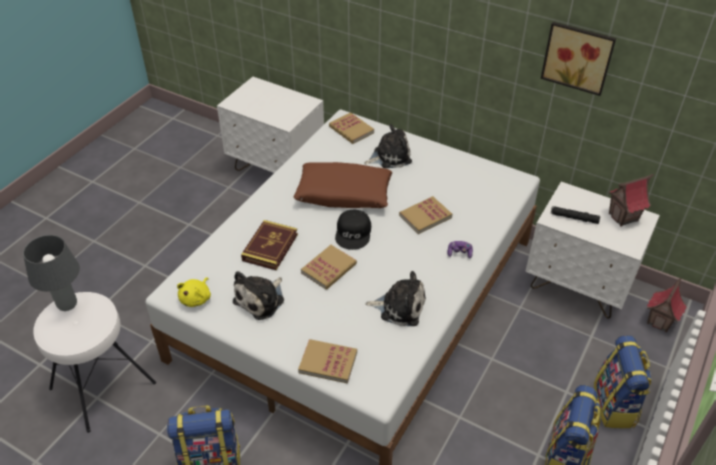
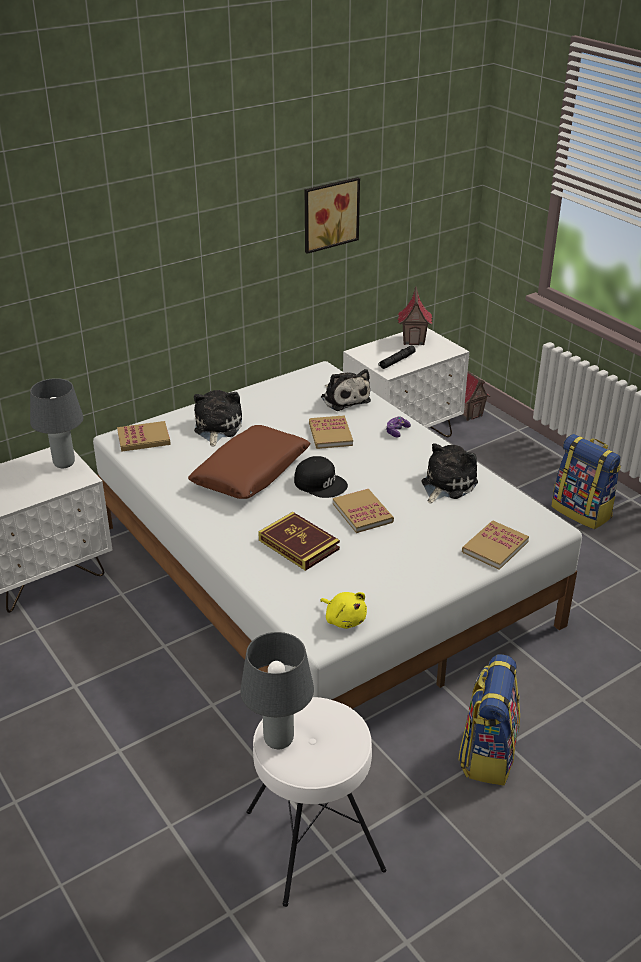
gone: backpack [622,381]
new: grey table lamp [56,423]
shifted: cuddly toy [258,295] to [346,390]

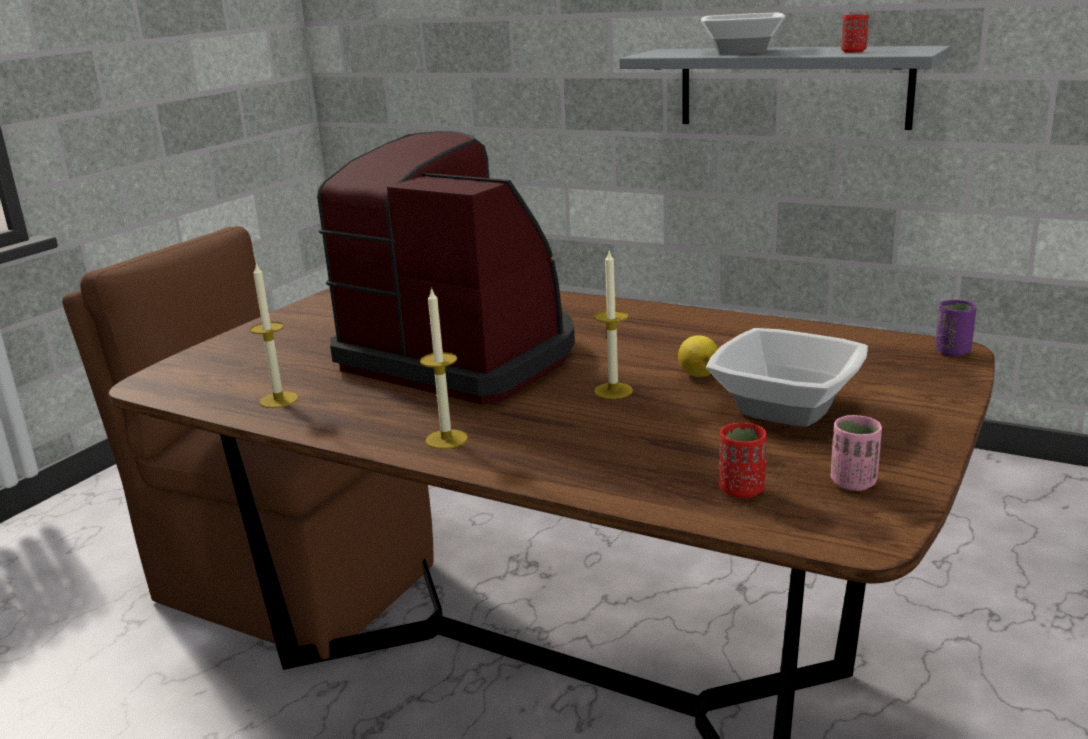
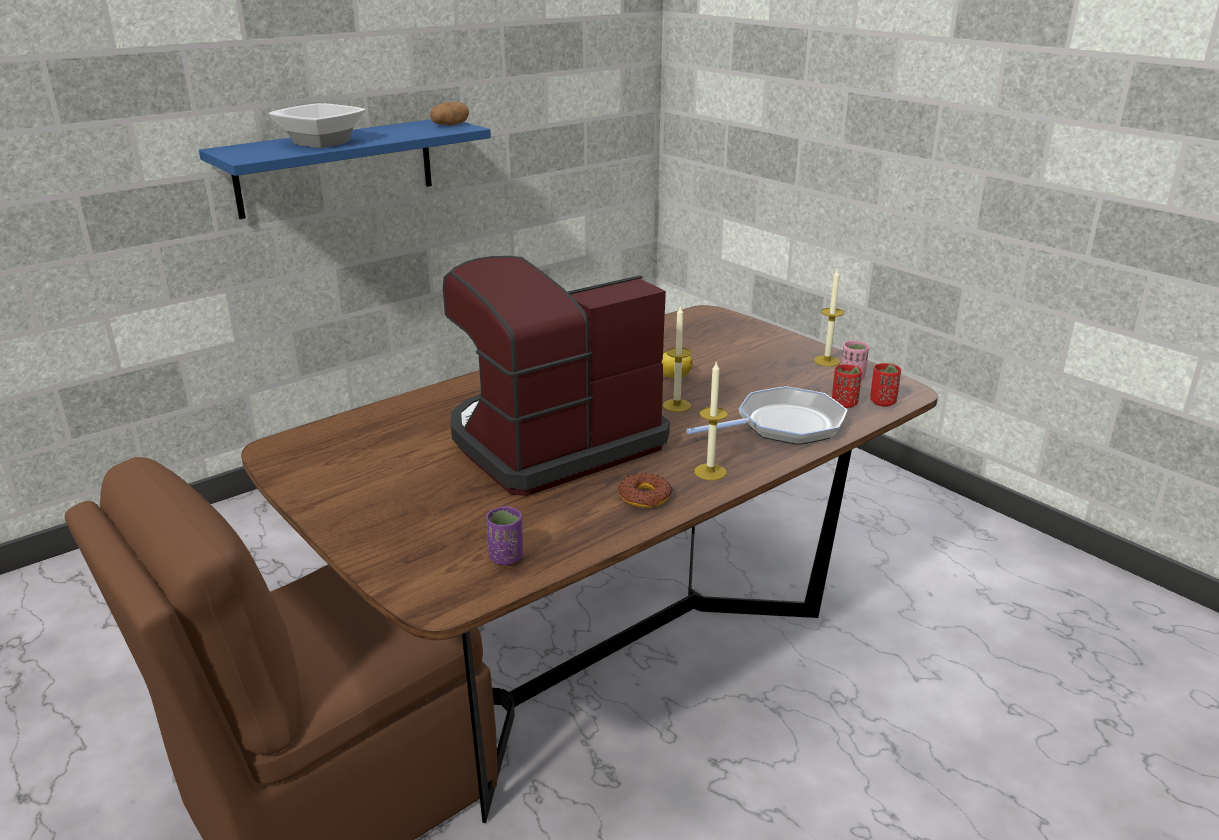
gone: serving bowl [787,377]
new: potato [449,113]; donut [645,490]; pan [766,415]
shifted: purple small cup [955,328] to [504,535]; wax candle [274,335] to [829,318]; red-coloured small cup [855,33] to [885,385]
repainted: grey wall shelf [785,88] to bluish wall shelf [345,169]

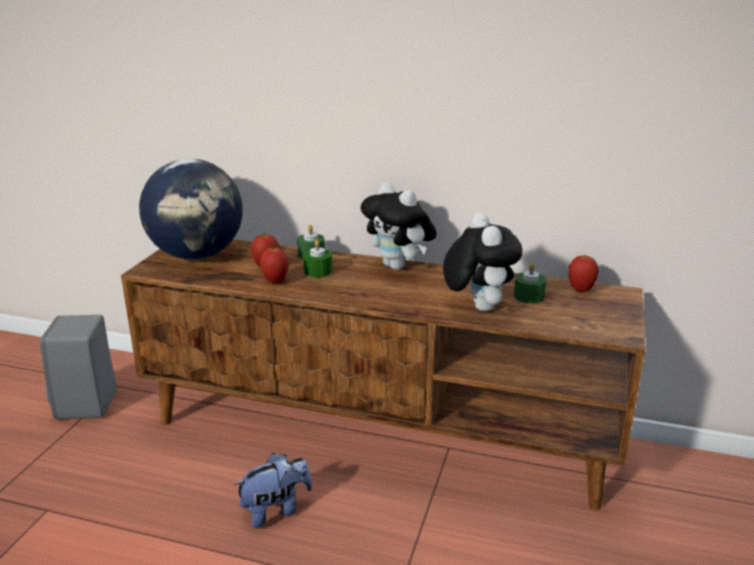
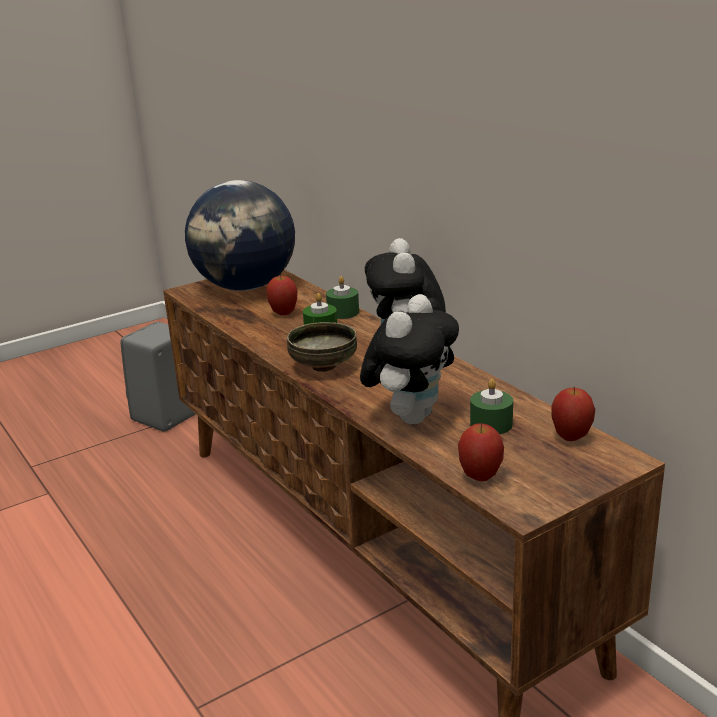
gone: cuddly toy [273,491]
new: serving bowl [322,347]
shifted: apple [274,264] to [481,452]

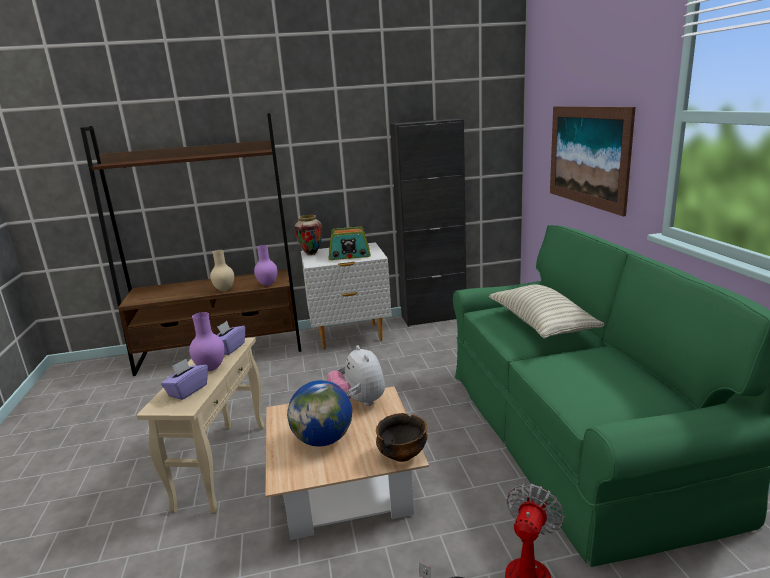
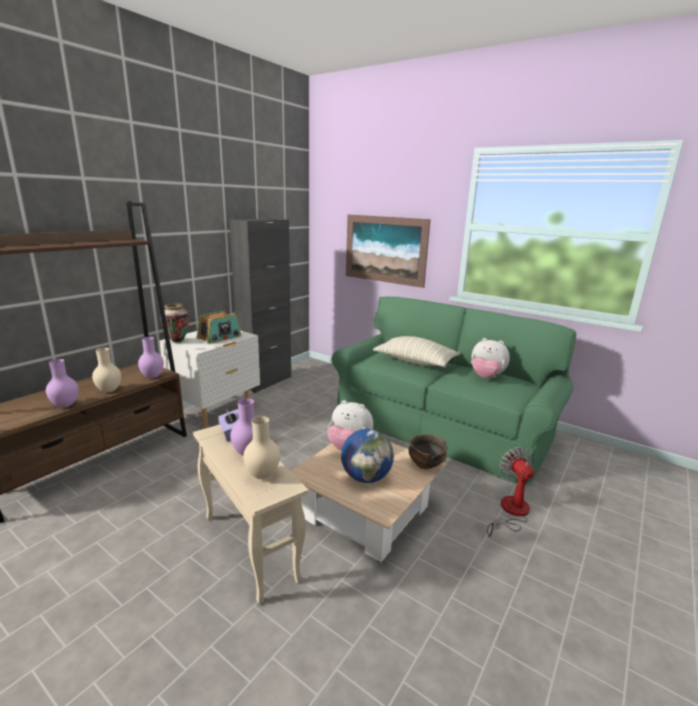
new: purple flower vase [62,383]; cuddly toy [490,358]
swapped: purple tissue holder [184,379] to beige flower vase [261,447]

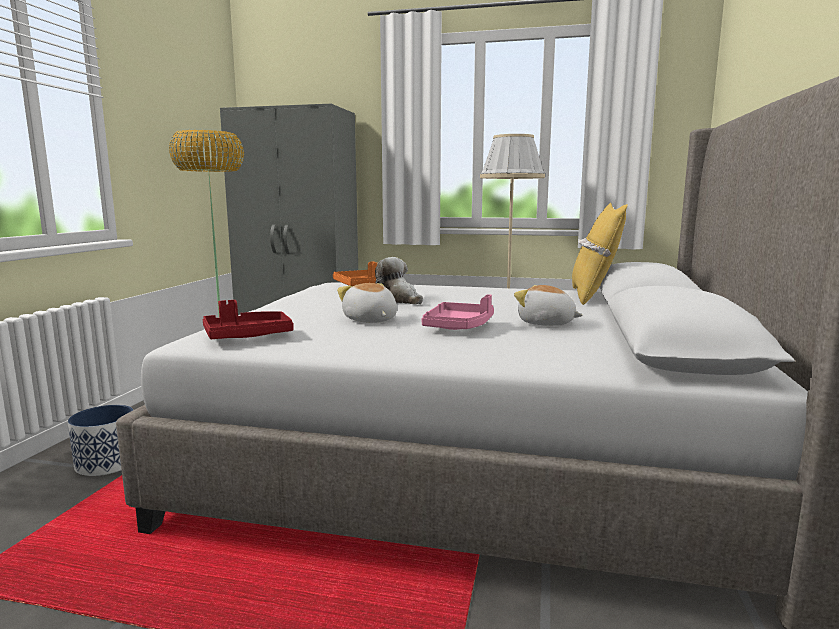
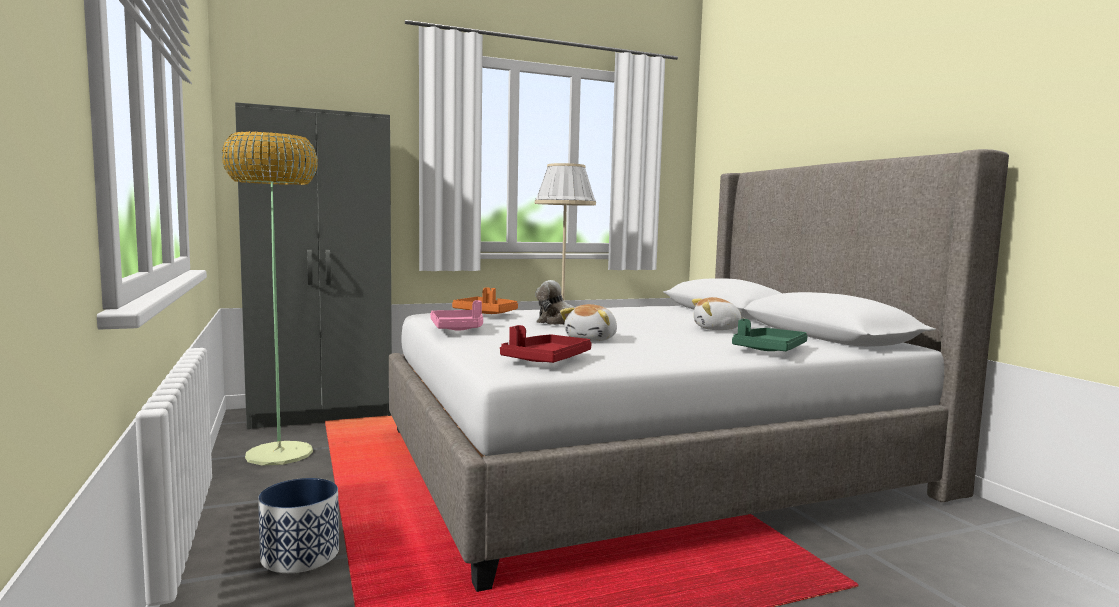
gone: yellow throw pillow [600,254]
new: greenish serving tray [770,335]
shifted: pink-coloured serving tray [457,312] to [456,315]
rotated: cuddly toy [367,303] = [588,322] 90 degrees counterclockwise

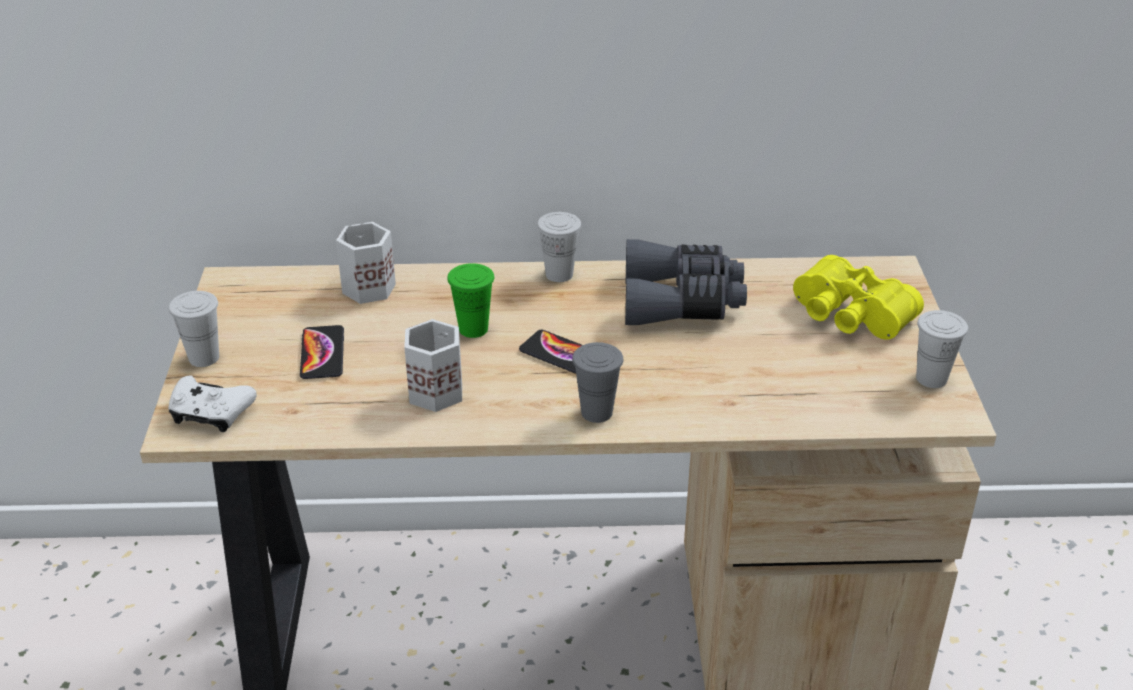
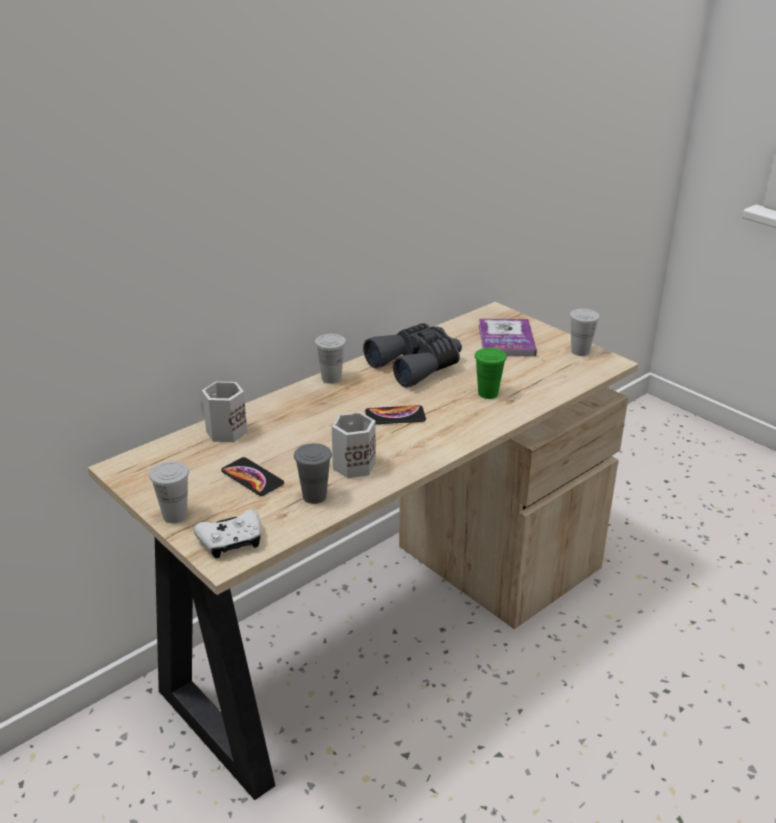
shifted: grey small cup [597,382] to [313,473]; greenish small cup [470,300] to [491,373]
swapped: yellow pair of binoculars [858,297] to bound book [508,337]

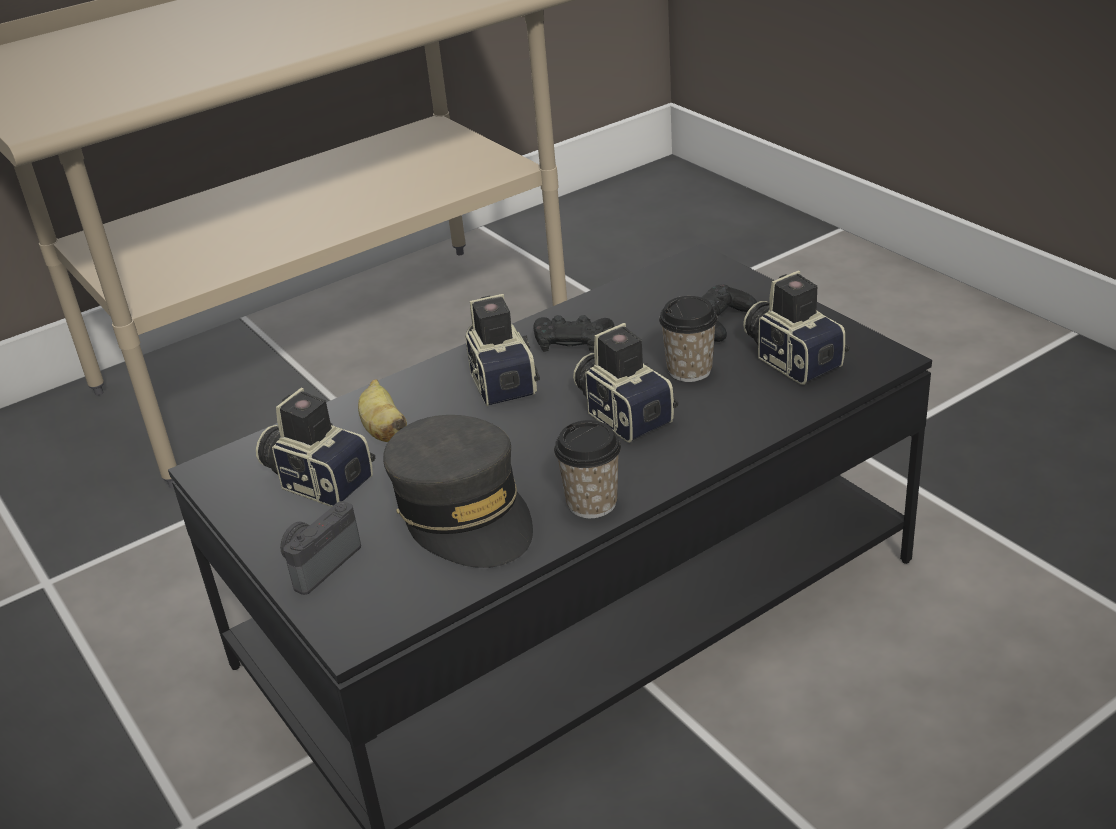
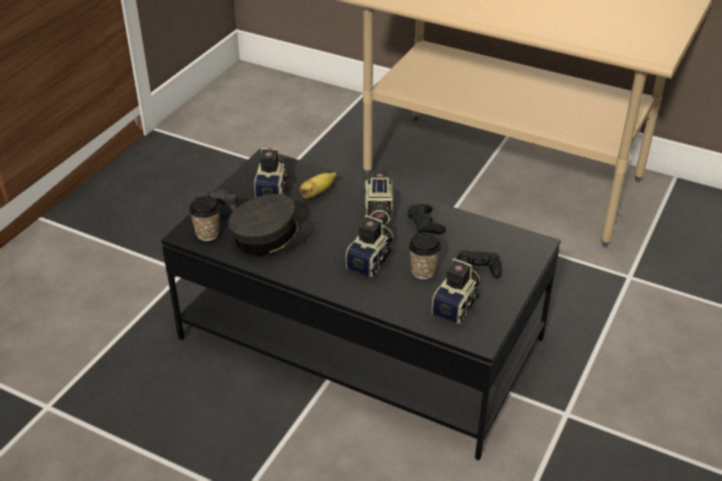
shifted: small cup [587,469] to [204,218]
rotated: grey peaked cap [458,491] = [271,224] 150 degrees counterclockwise; still camera [502,350] = [378,198] 135 degrees clockwise

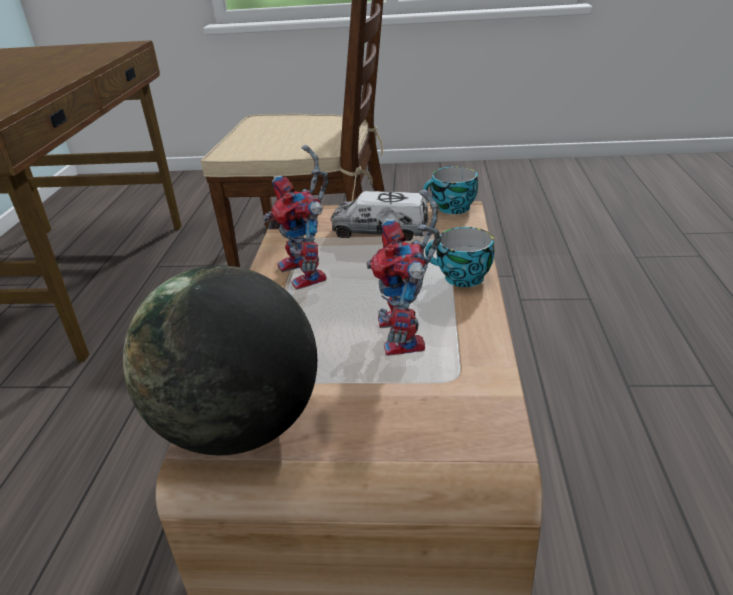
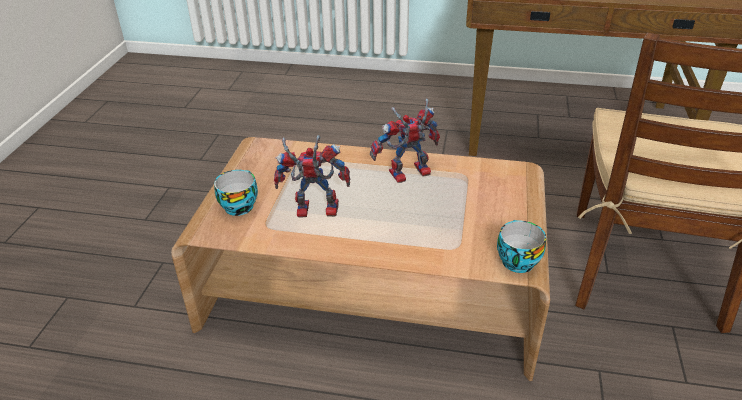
gone: desk globe [220,360]; toy truck [380,216]
shifted: small cup [460,257] to [236,193]

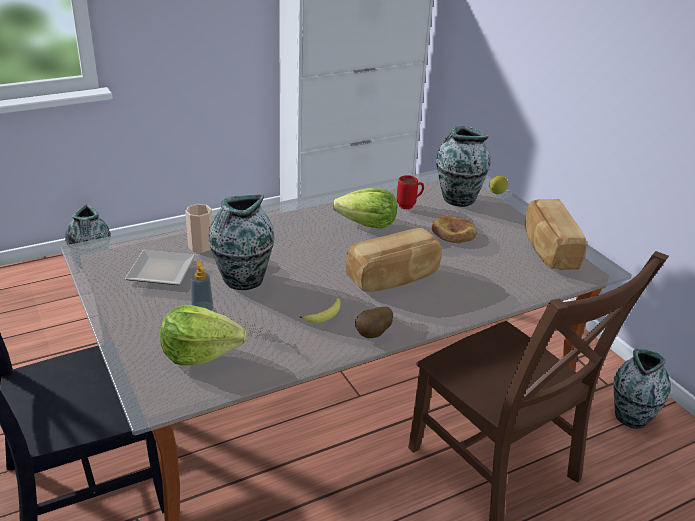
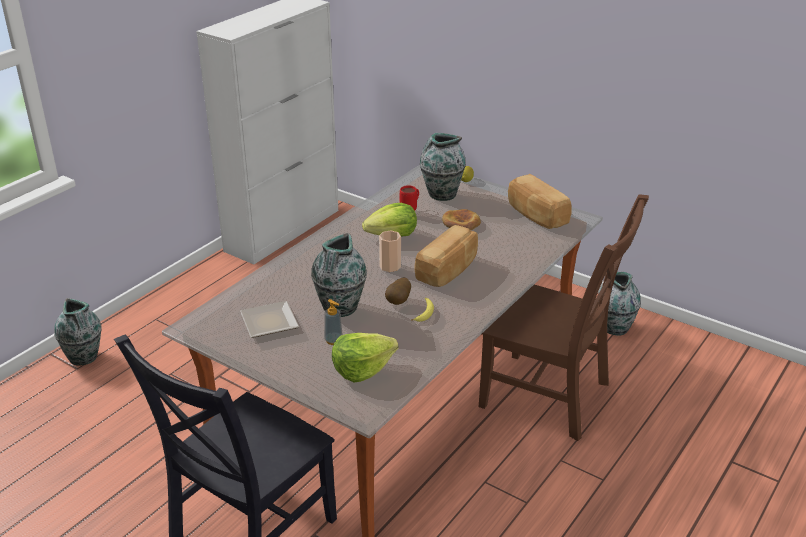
shifted: small cup [199,228] to [390,251]; potato [374,322] to [398,291]

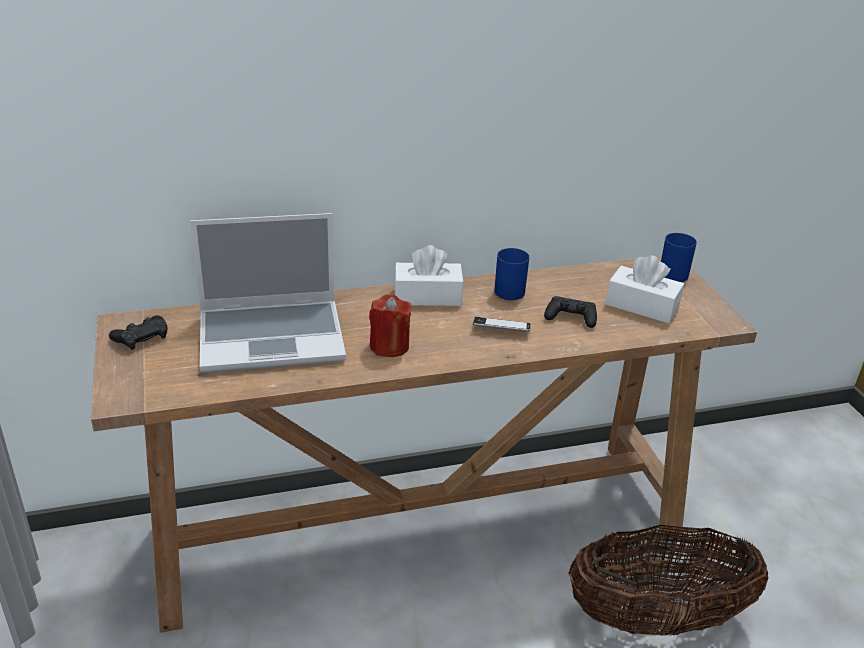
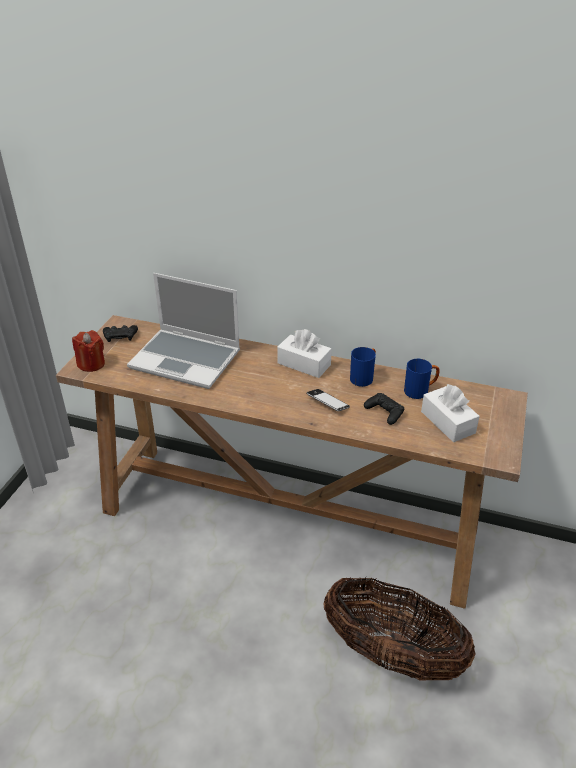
shifted: red-coloured wax candle [390,325] to [88,351]; bluish coffee mug [679,257] to [422,379]

